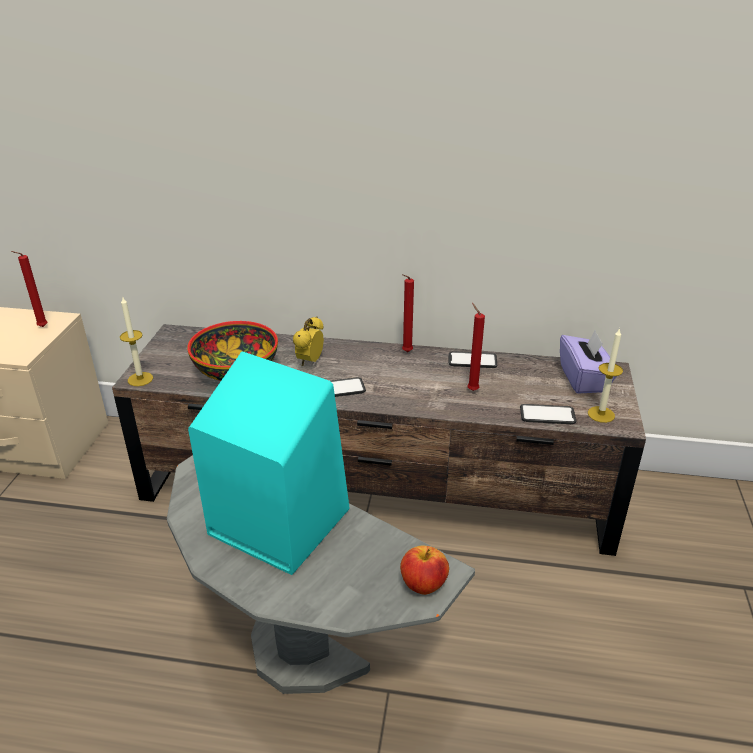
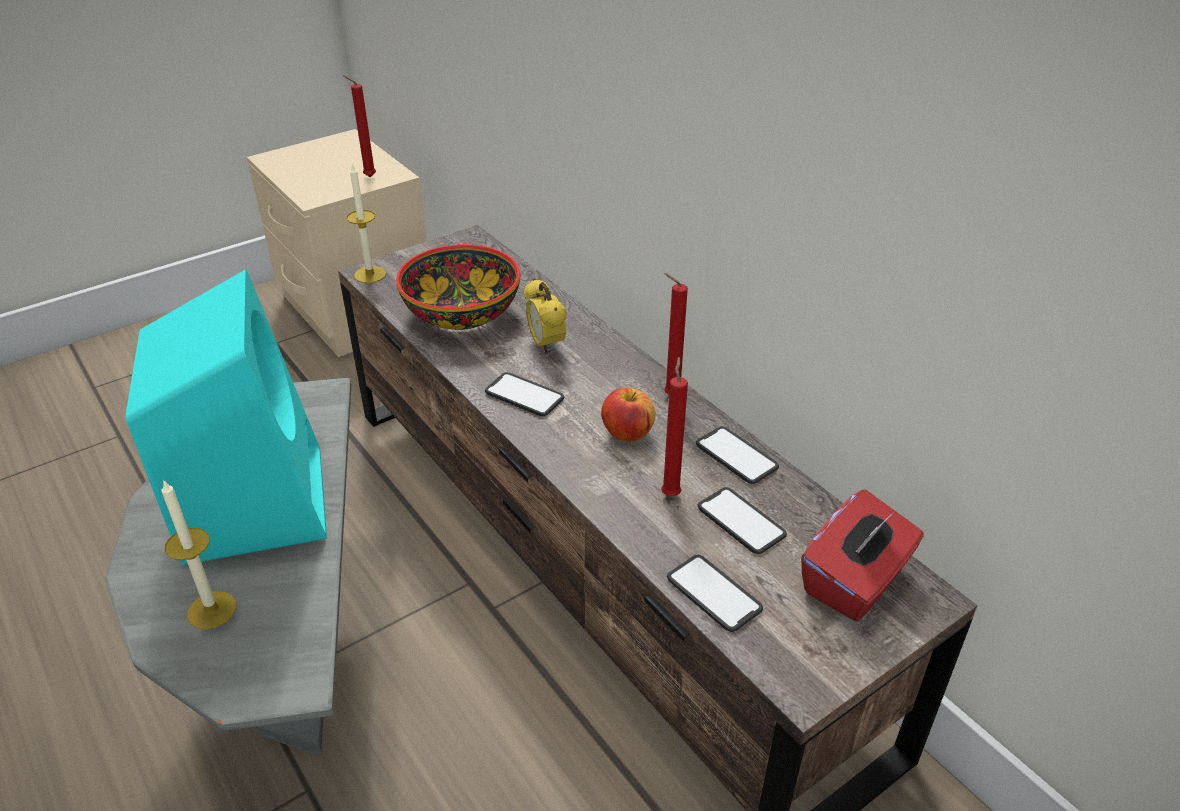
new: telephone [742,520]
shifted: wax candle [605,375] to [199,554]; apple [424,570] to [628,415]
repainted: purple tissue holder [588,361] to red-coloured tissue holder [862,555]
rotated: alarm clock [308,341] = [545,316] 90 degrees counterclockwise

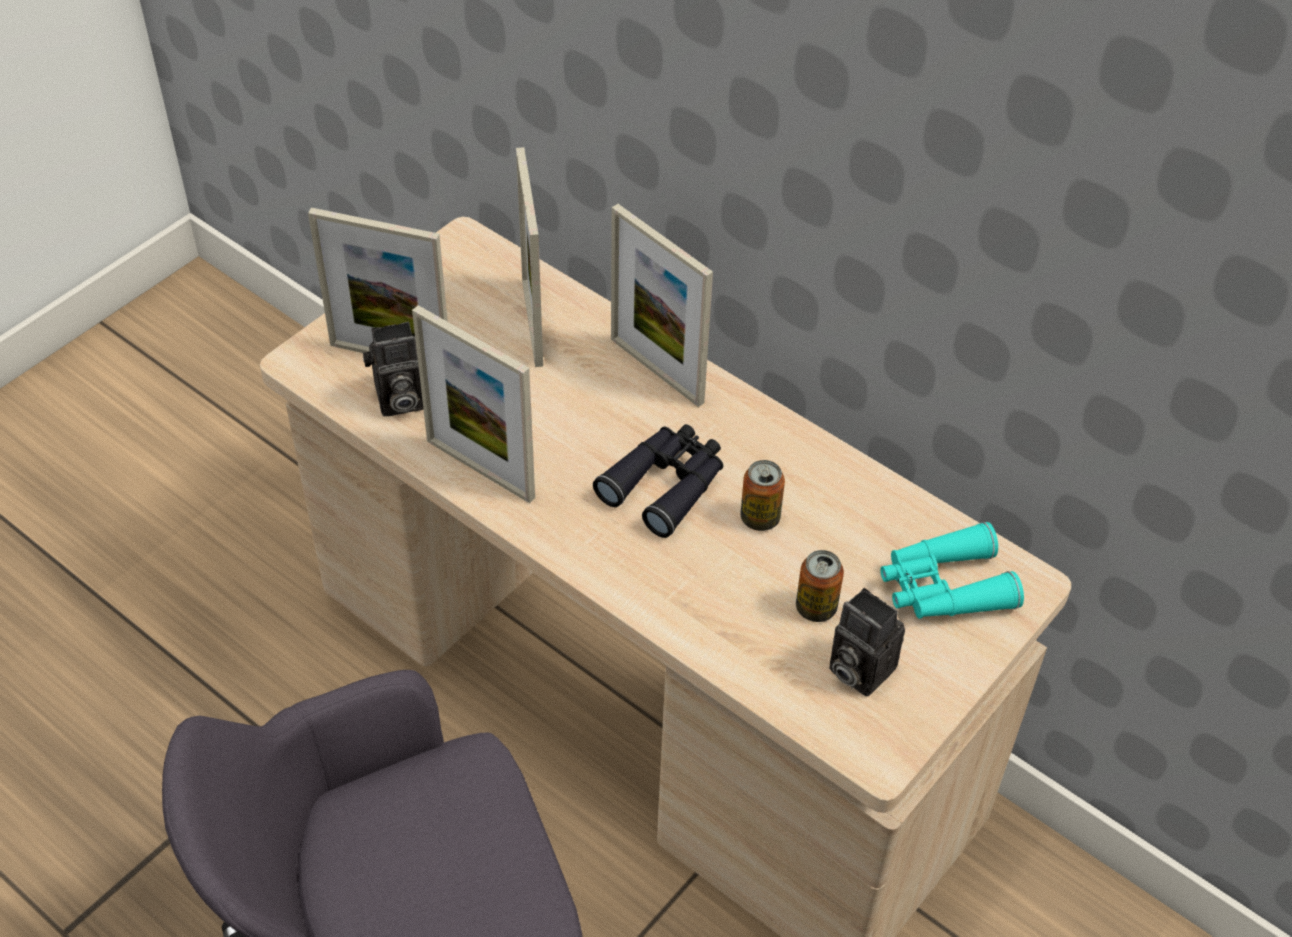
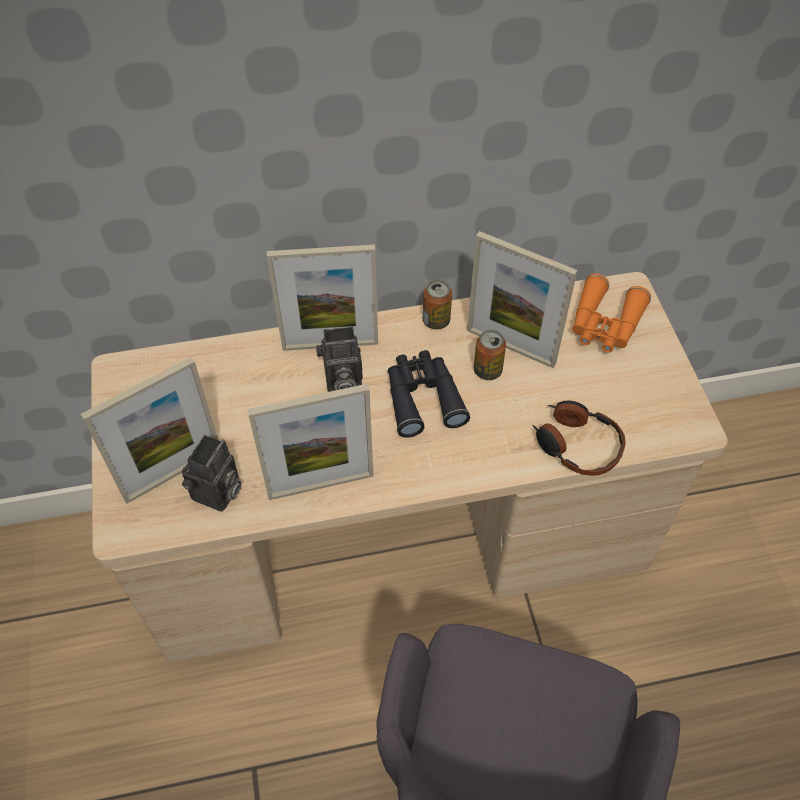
new: headphones [579,438]
shifted: still camera [867,642] to [339,359]; sealed can [820,586] to [437,305]; standing frame [529,257] to [522,299]
repainted: turquoise-coloured pair of binoculars [952,570] to orangey pair of binoculars [611,313]

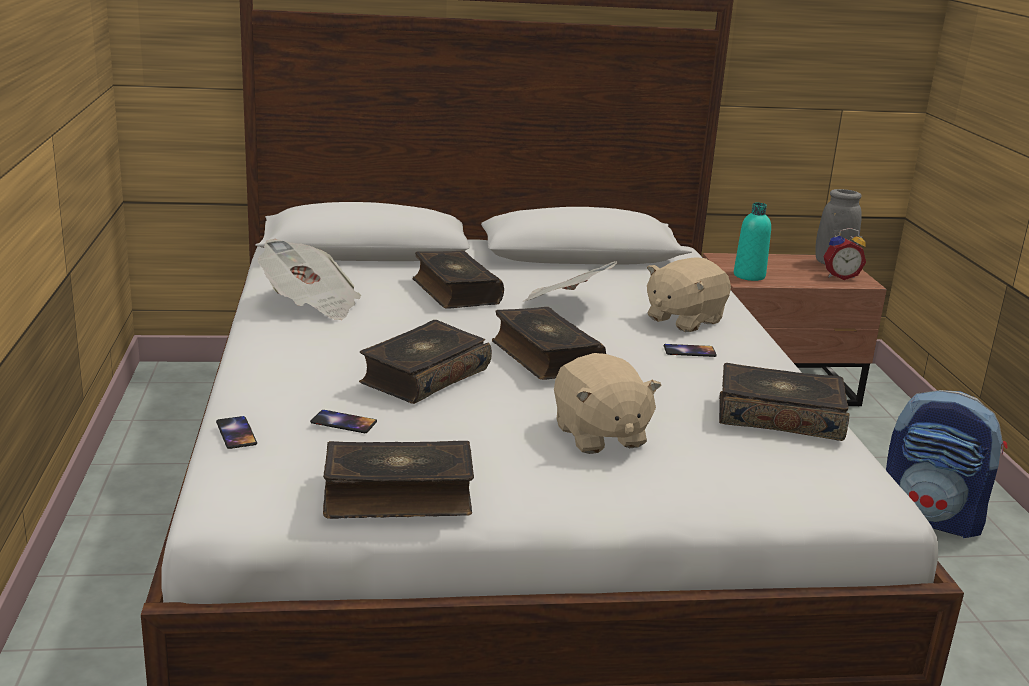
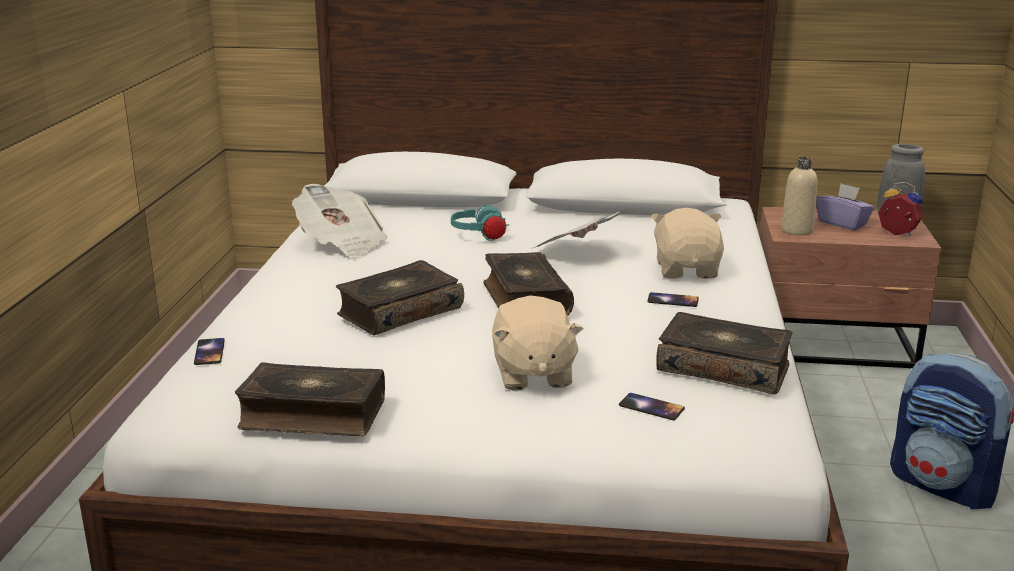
new: purple tissue holder [845,206]
shifted: telephone [343,421] to [652,406]
swapped: bound book [458,280] to turquoise-coloured headphones [480,223]
repainted: turquoise-coloured bottle [752,241] to beige bottle [799,196]
rotated: beige cuddly toy [689,294] = [687,243] 120 degrees clockwise; alarm clock [844,254] = [900,209] 150 degrees counterclockwise

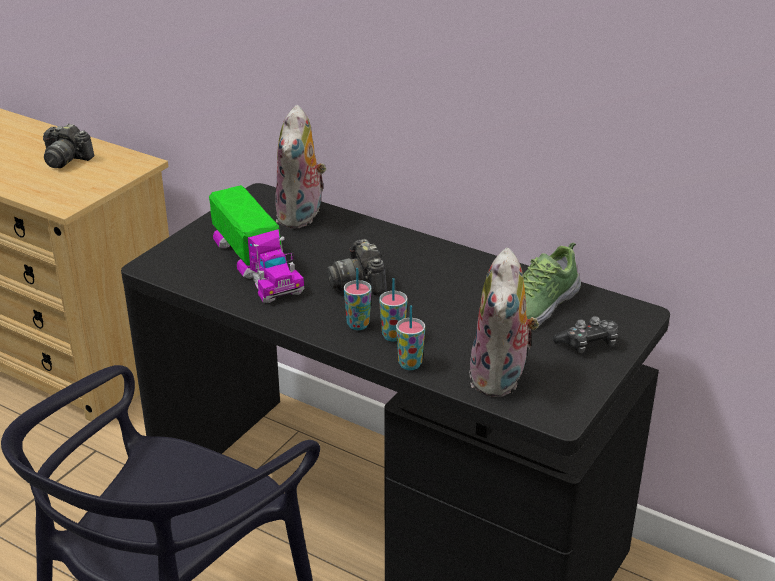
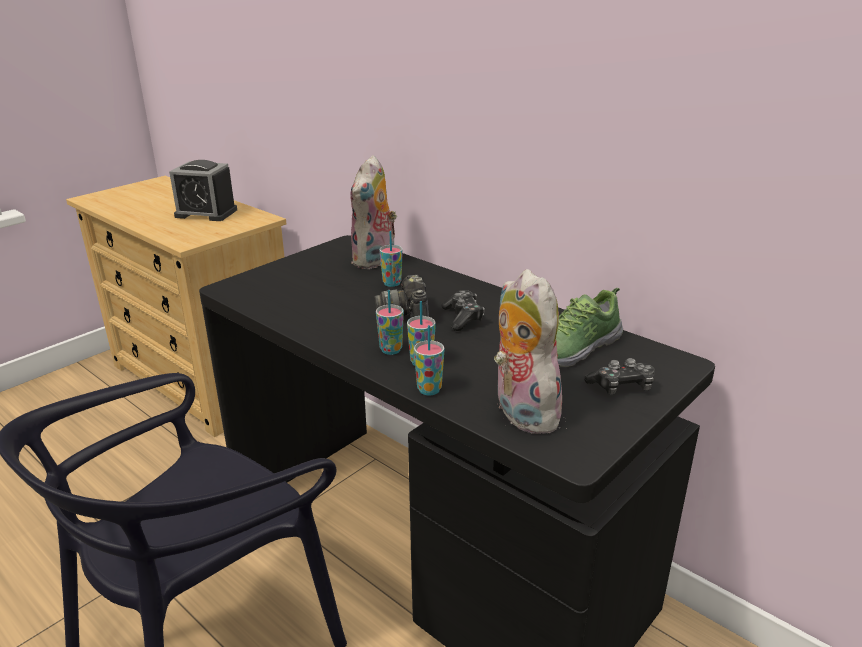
gone: toy truck [256,244]
new: small cup [391,259]; gamepad [463,310]
swapped: still camera [68,145] to alarm clock [203,190]
rotated: cuddly toy [504,322] = [530,351] 135 degrees clockwise

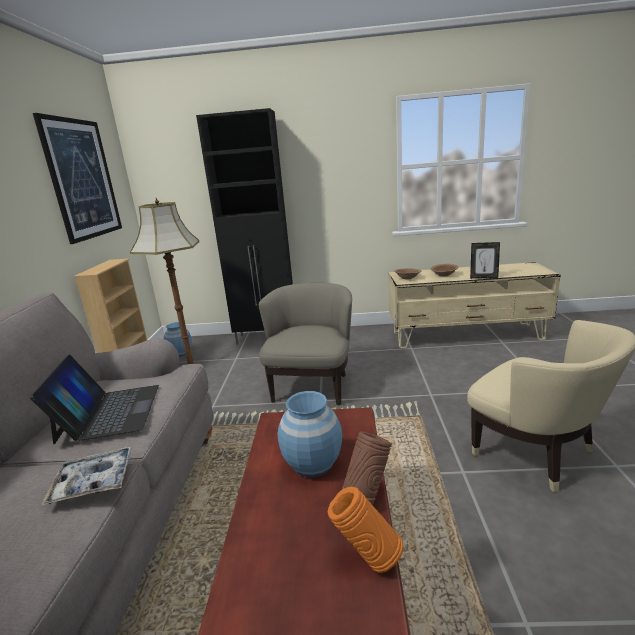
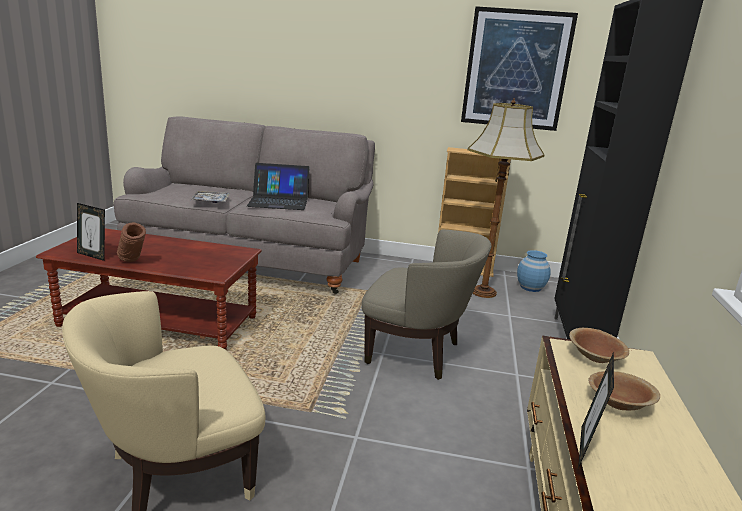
gone: bluish flower vase [310,434]
swapped: orangey flower vase [366,530] to standing frame [91,232]

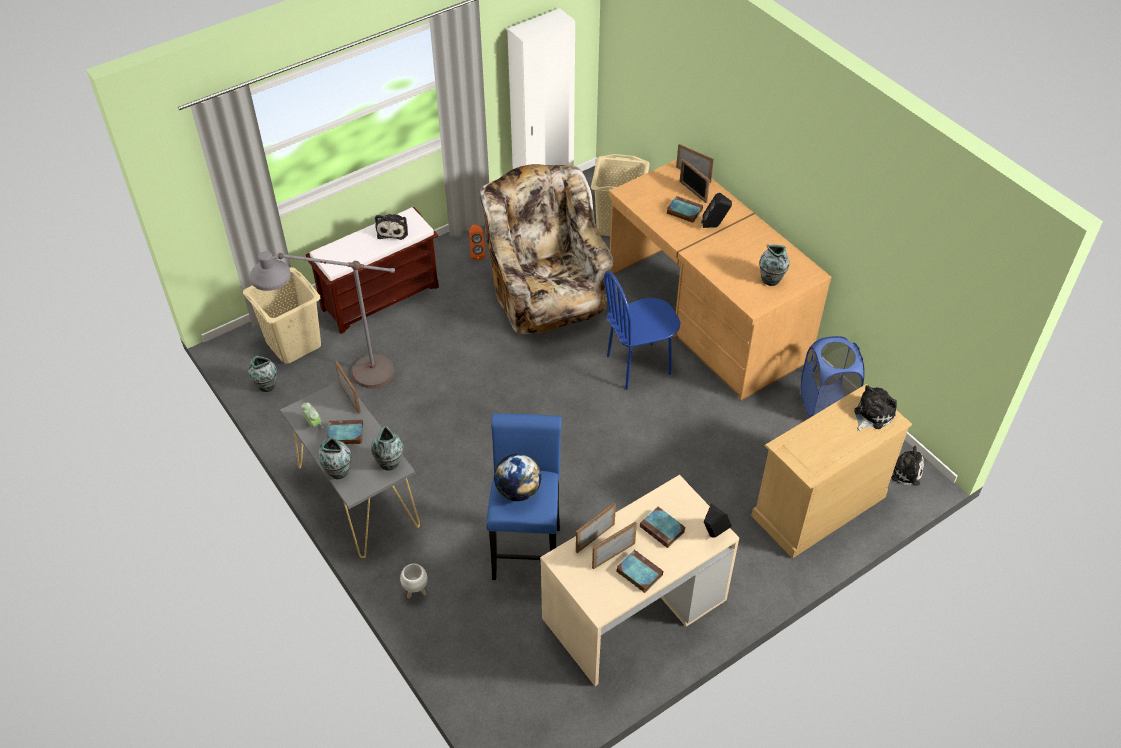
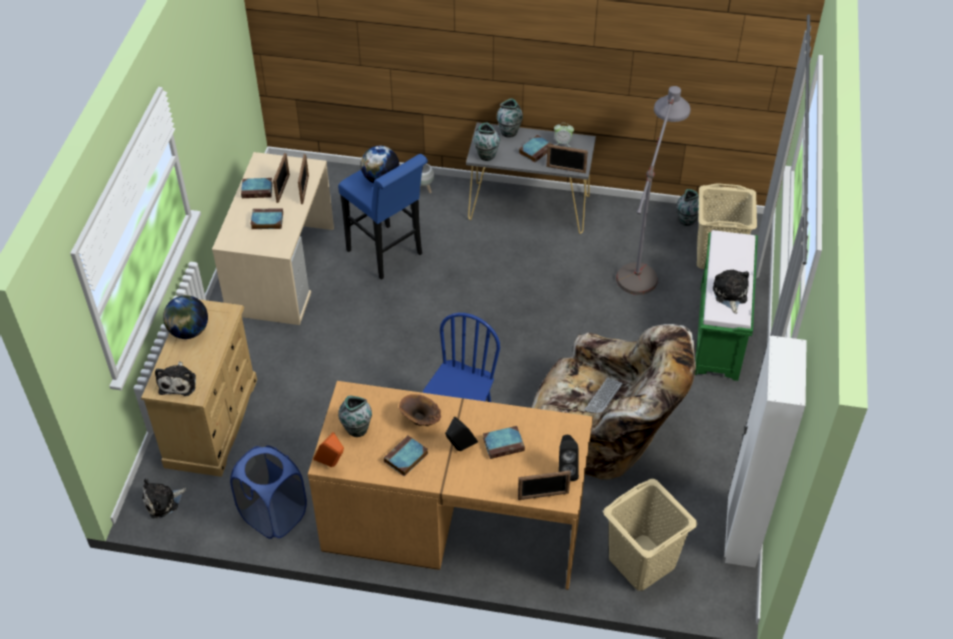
gone: standing frame [695,180]
new: desk globe [185,317]; bound book [406,455]; brownish flower vase [420,410]; PC keyboard [603,395]
shifted: orangey audio speaker [477,242] to [328,449]; black audio speaker [718,521] to [568,458]
repainted: brownish indoor bench [372,270] to greenish indoor bench [726,305]
rotated: cuddly toy [391,227] = [731,292] 45 degrees clockwise

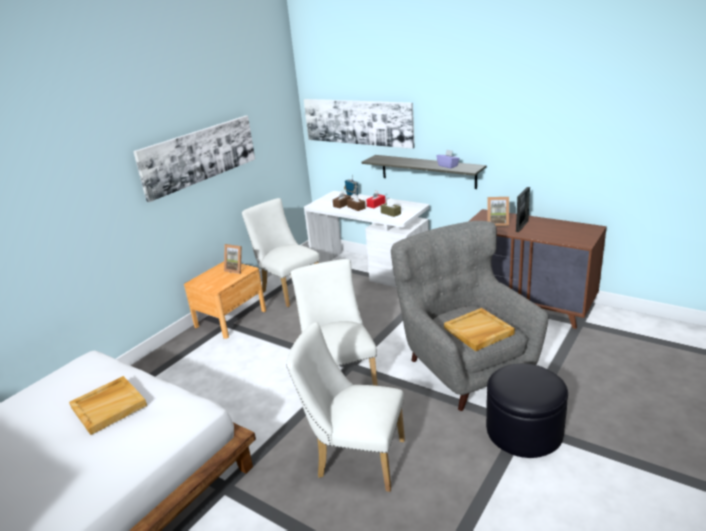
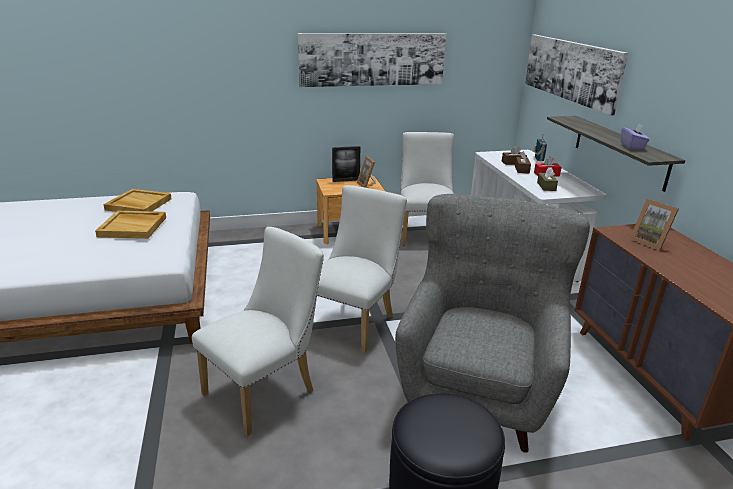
shifted: beige serving tray [479,329] to [137,200]; standing frame [523,209] to [346,164]
rotated: whitish plain chair [345,407] = [258,331] 75 degrees clockwise

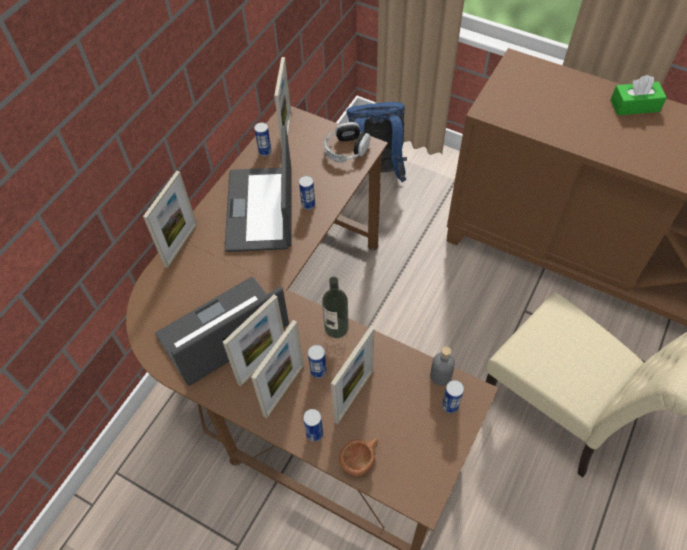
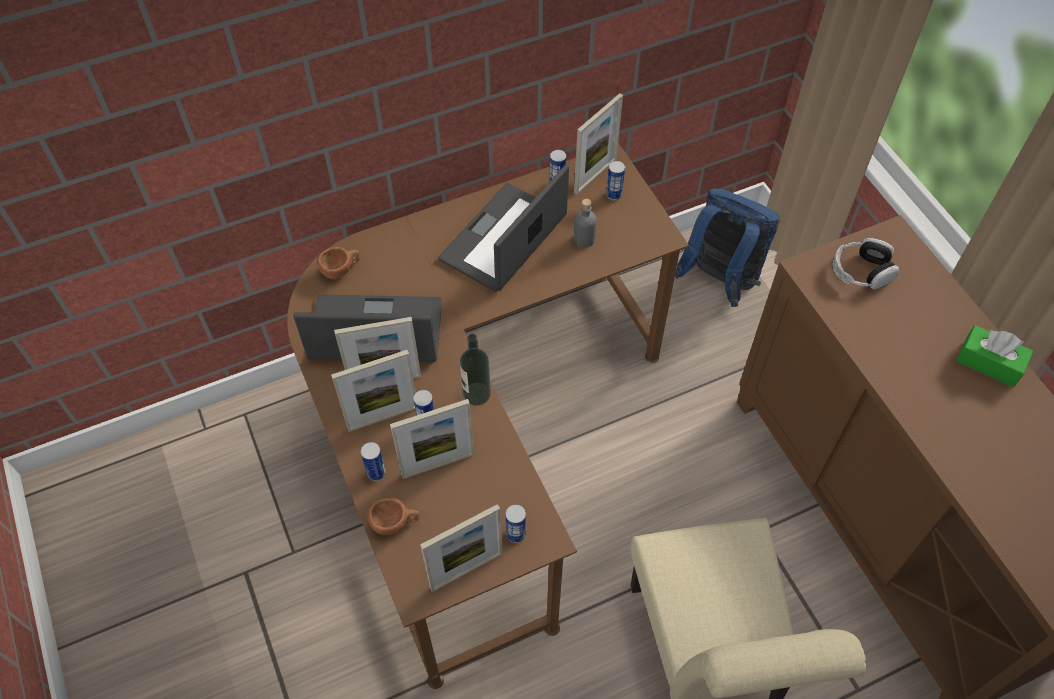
new: brownish small cup [338,263]
shifted: standing frame [170,219] to [461,548]; grey bottle [442,366] to [585,223]; sealed can [307,193] to [615,181]; headphones [347,142] to [865,264]

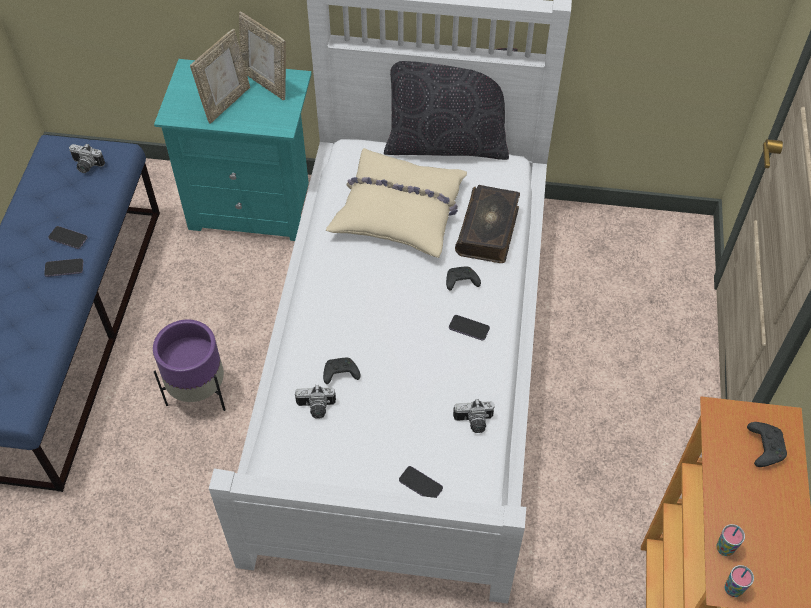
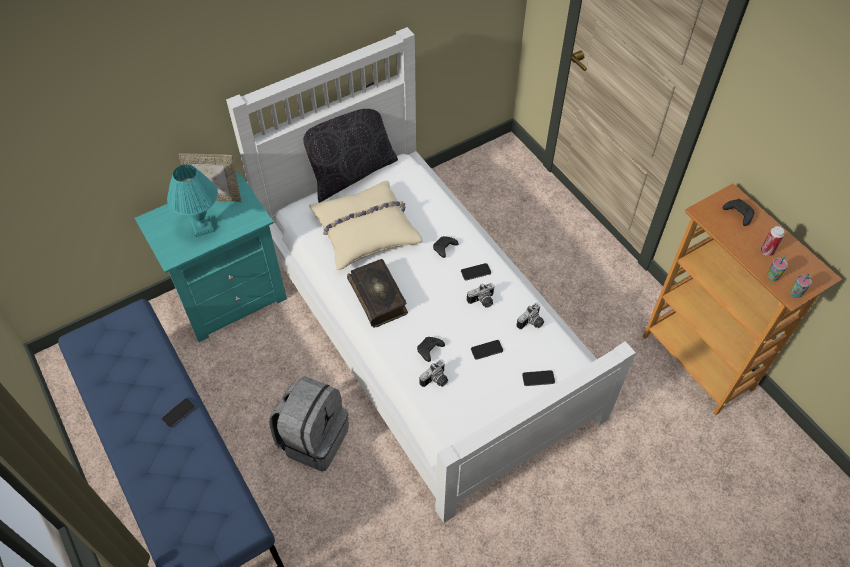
new: sealed can [773,241]
shifted: bound book [487,224] to [377,293]; still camera [87,158] to [480,295]; telephone [68,237] to [487,350]
swapped: standing frame [220,76] to turquoise-coloured table lamp [192,200]; purple planter [189,365] to grey backpack [309,424]

